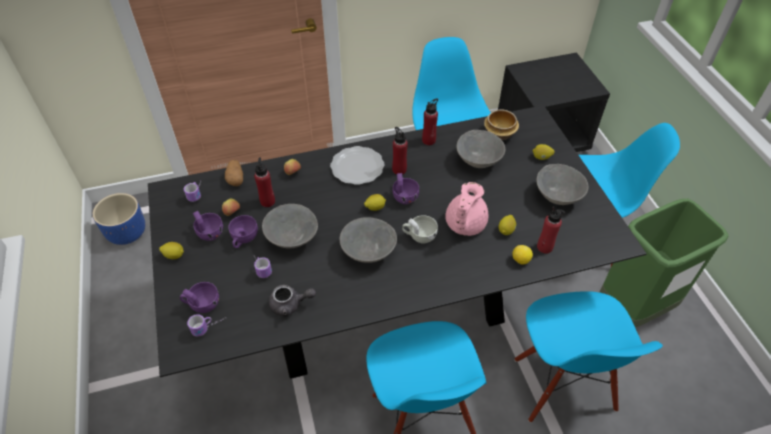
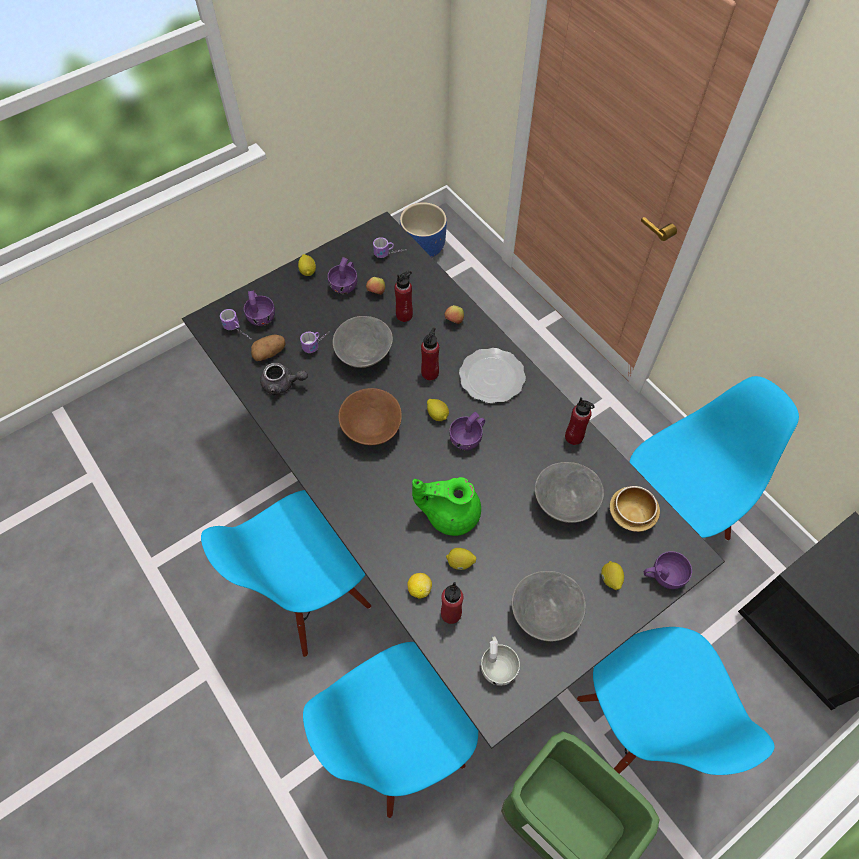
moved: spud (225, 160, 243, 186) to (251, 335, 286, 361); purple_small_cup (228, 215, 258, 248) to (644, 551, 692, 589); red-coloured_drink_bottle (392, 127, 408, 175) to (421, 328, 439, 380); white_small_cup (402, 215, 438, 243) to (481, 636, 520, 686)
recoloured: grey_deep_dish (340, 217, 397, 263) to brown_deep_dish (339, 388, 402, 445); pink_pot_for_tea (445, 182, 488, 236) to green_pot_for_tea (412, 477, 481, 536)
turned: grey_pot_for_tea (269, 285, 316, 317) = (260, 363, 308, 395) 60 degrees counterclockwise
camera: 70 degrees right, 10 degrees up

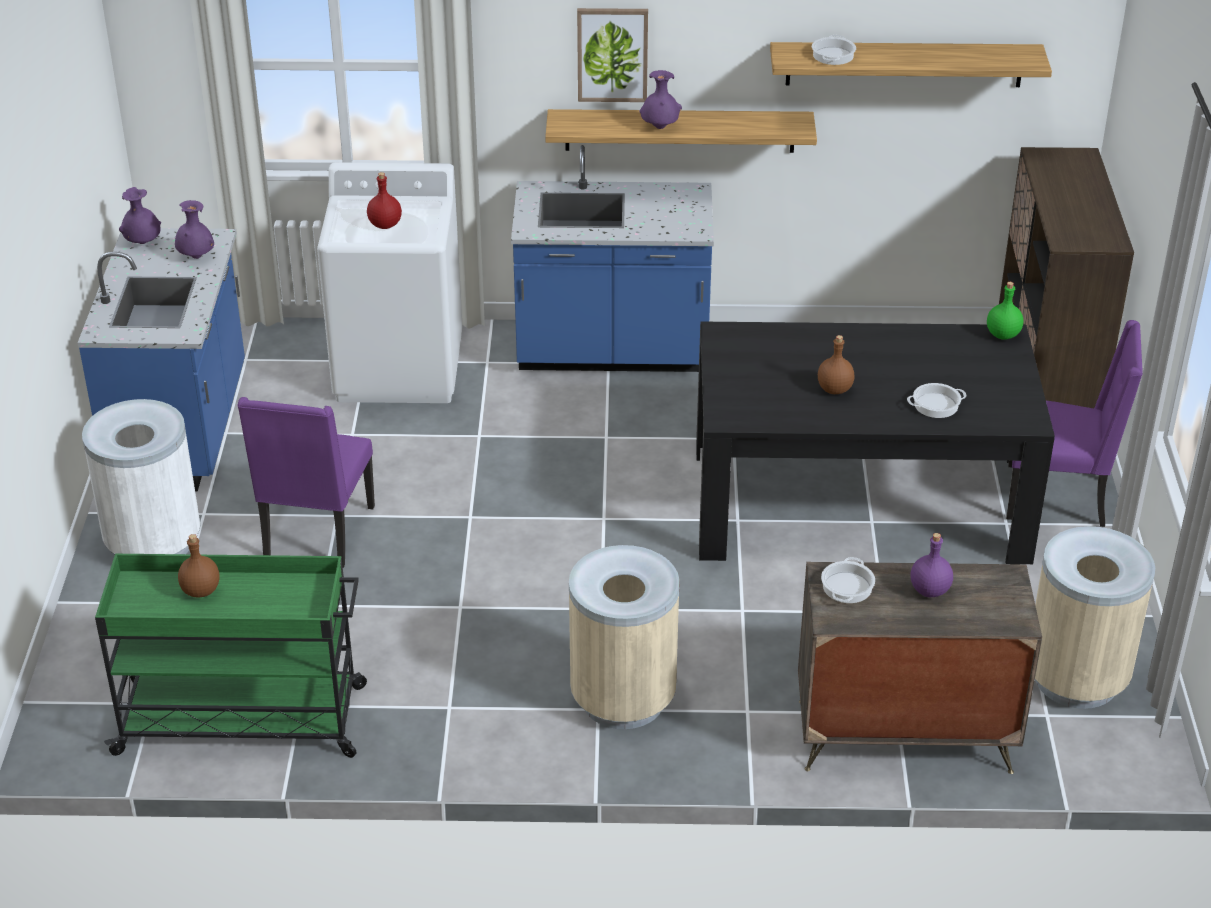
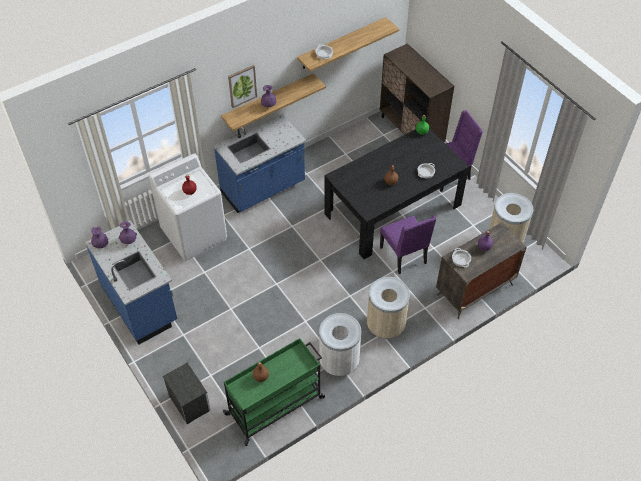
added: nightstand (163, 362, 211, 424)
moved: white_rubbish_bin (82, 399, 201, 554) to (319, 313, 361, 376); purple_upright_chair (237, 397, 375, 568) to (380, 216, 436, 274)
camera: 35 degrees left, 15 degrees up

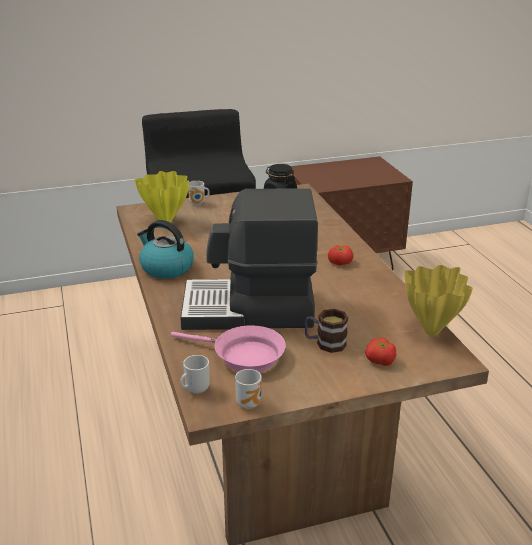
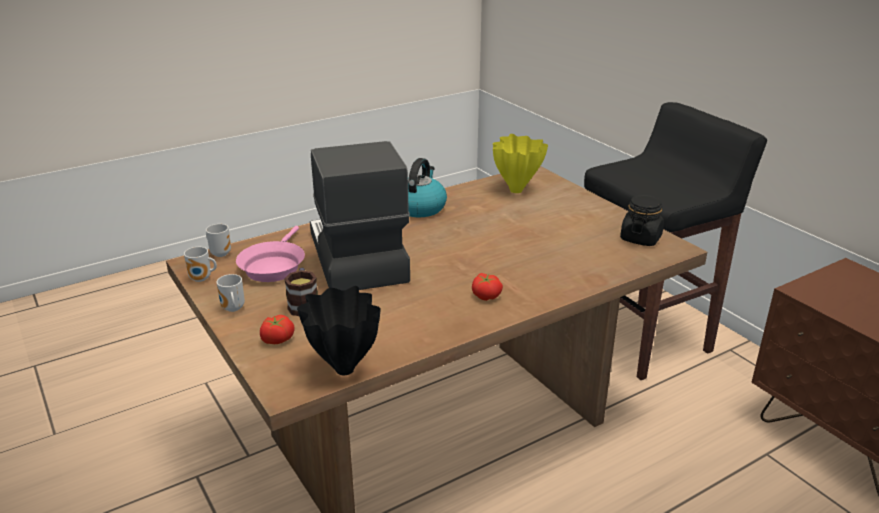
moved: mug (188, 181, 210, 205) to (216, 274, 245, 312)
recoloured: yellow_flower_vase (405, 265, 473, 336) to black-coloured_flower_vase (297, 286, 381, 375)
camera: 75 degrees right, 0 degrees up

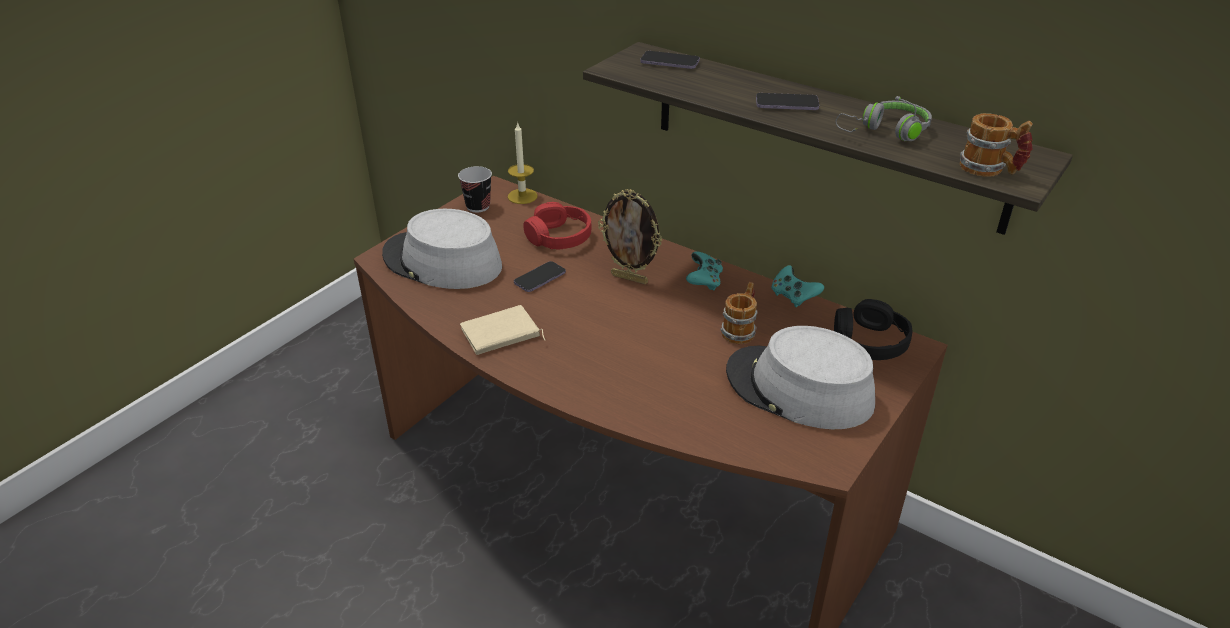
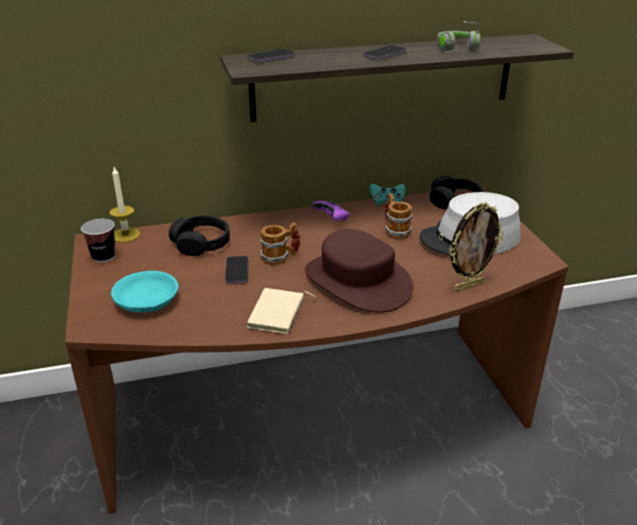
added: brown_clothing_hat (305, 229, 414, 312)
moved: standing_frame (598, 189, 662, 284) to (449, 202, 504, 291); mug (960, 113, 1033, 177) to (260, 222, 300, 265)
replaced: grey_clothing_hat (382, 209, 502, 289) to turquoise_deep_dish (111, 271, 179, 312)
recoloured: red-coloured_pair_of_headphones (523, 202, 592, 250) to black-coloured_pair_of_headphones (169, 215, 230, 256); turquoise_joypad (686, 251, 723, 290) to purple_joypad (312, 200, 350, 221)
camera: 50 degrees left, 5 degrees down

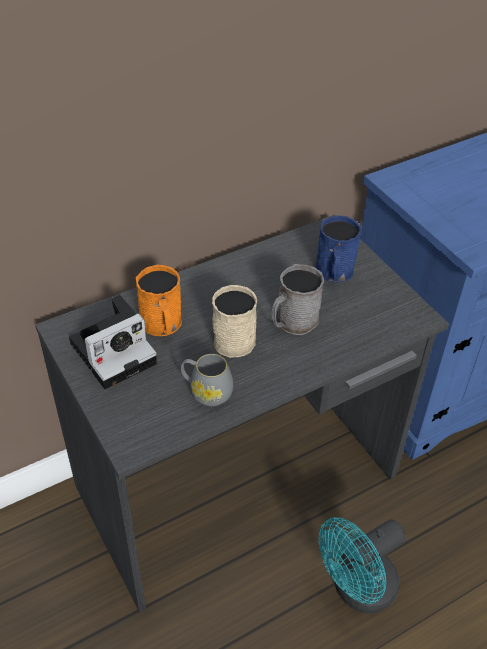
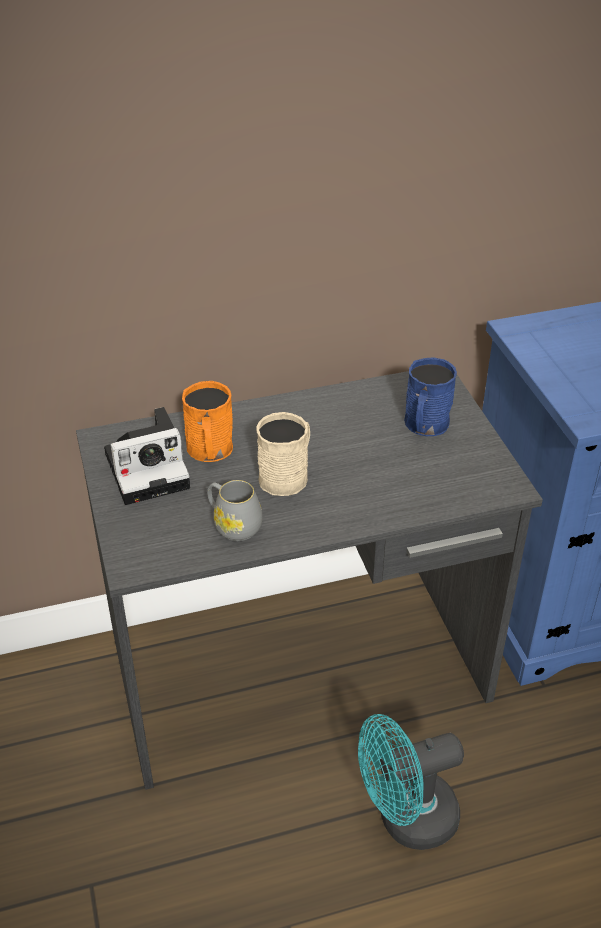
removed: grey_mug (271, 264, 324, 335)
camera: 15 degrees right, 5 degrees down

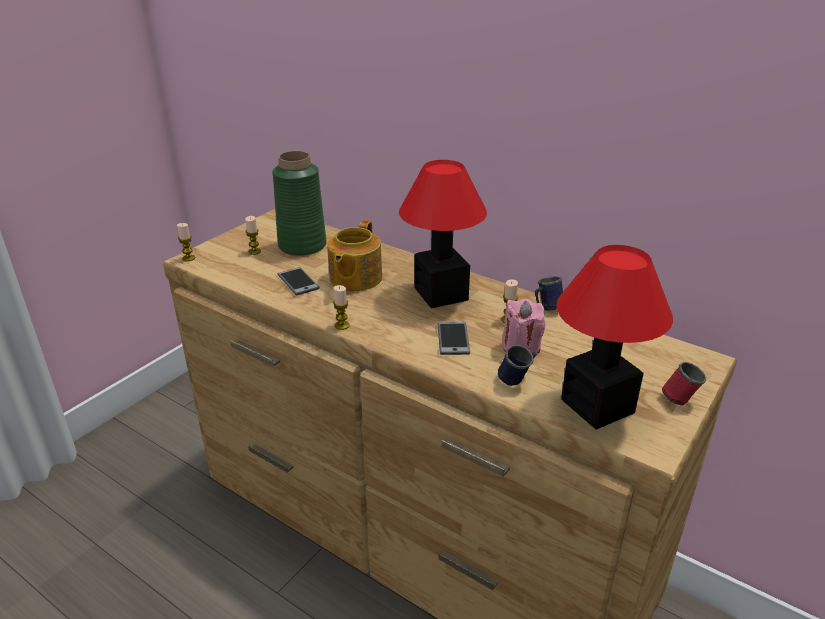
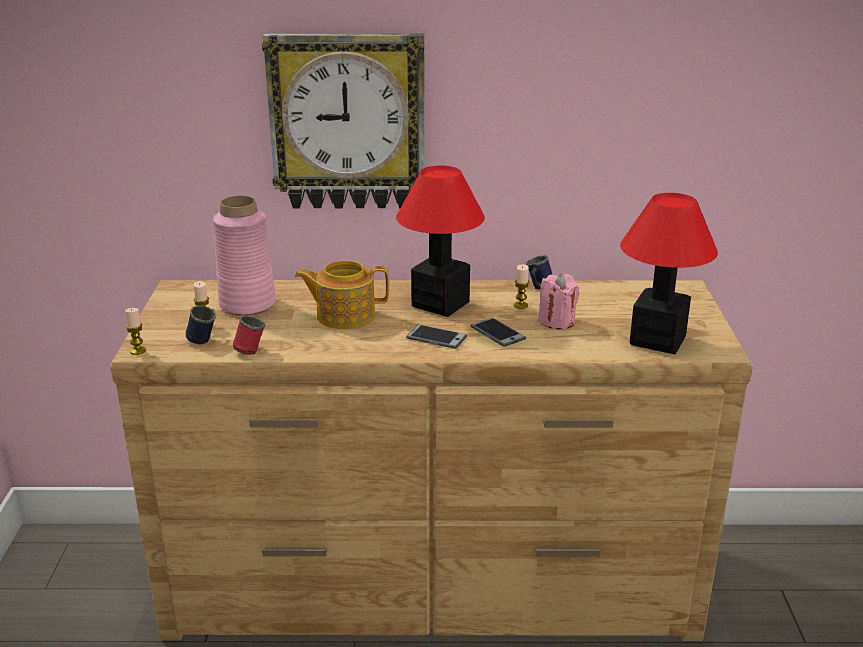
removed: wax_light (333, 285, 350, 330)
added: wall_clock (262, 33, 425, 208)
moved: telephone (278, 267, 320, 295) to (406, 324, 467, 349); bluish_mug (498, 345, 536, 386) to (186, 305, 216, 345); red-coloured_mug (662, 362, 706, 405) to (232, 316, 265, 355)
recoloured: green_flower_vase (272, 151, 327, 256) to pink_flower_vase (213, 196, 276, 316)
turned: pot_for_tea (327, 220, 382, 291) = (295, 260, 389, 329) 105 degrees clockwise
camera: 35 degrees left, 5 degrees down

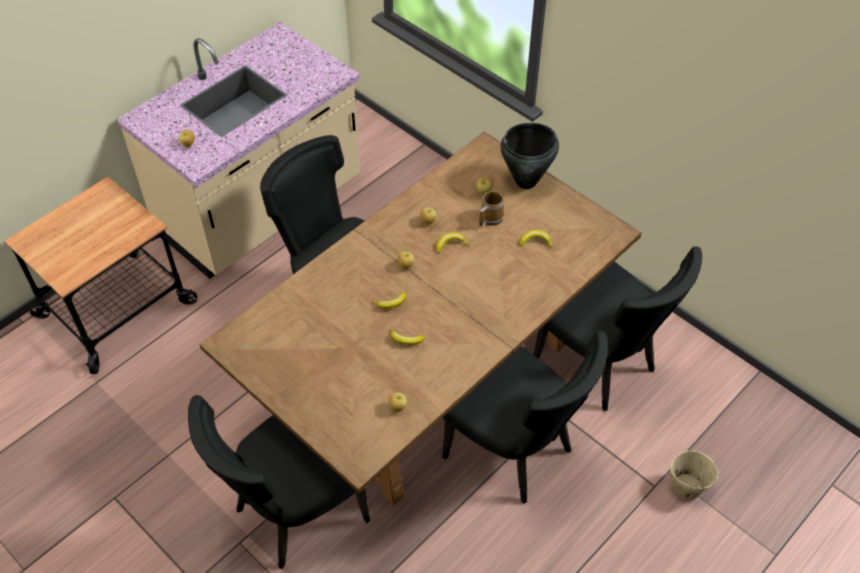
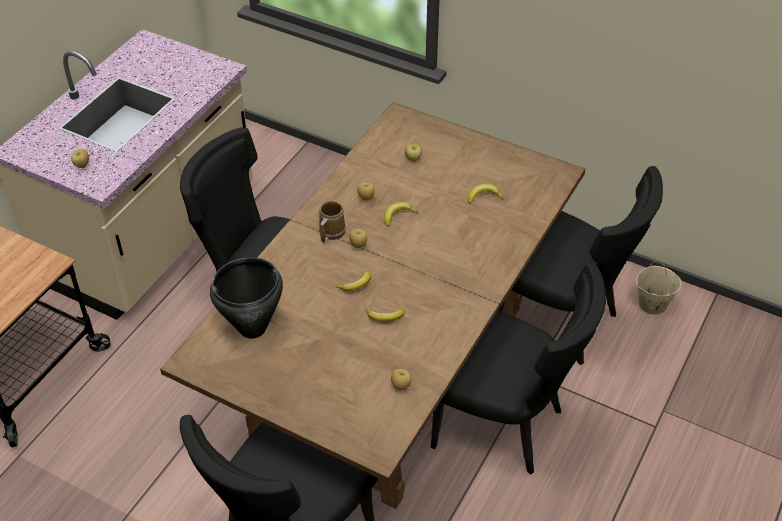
moved: mug (479, 191, 504, 227) to (319, 201, 346, 243); black-coloured_cooking_pot (500, 123, 559, 189) to (210, 258, 283, 339); beige-coloured_pail (670, 449, 718, 500) to (636, 261, 681, 315)
camera: 15 degrees left, 5 degrees down

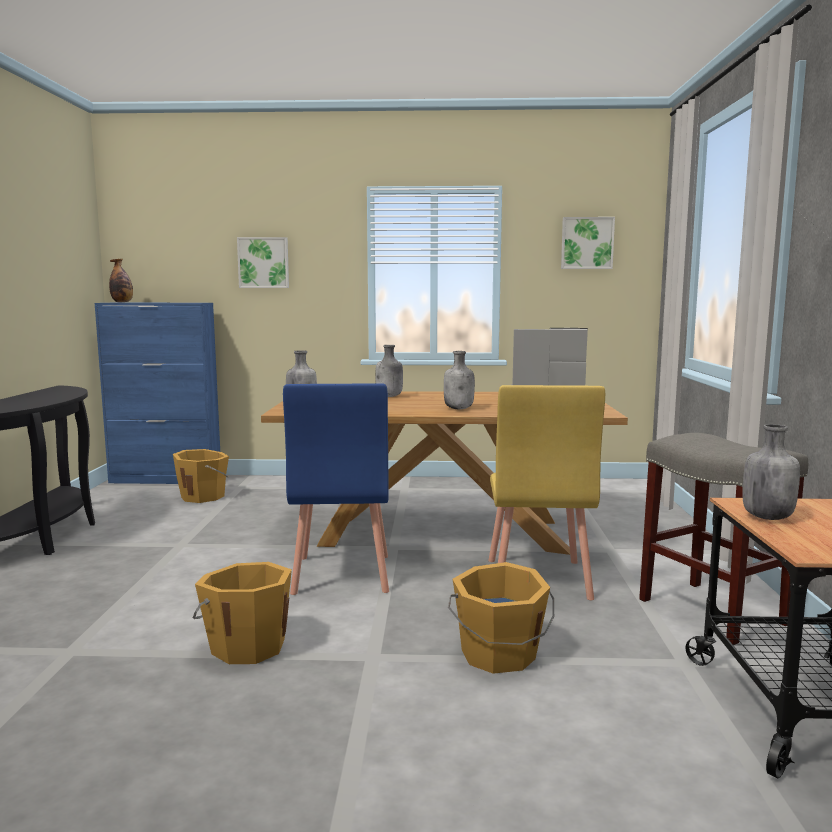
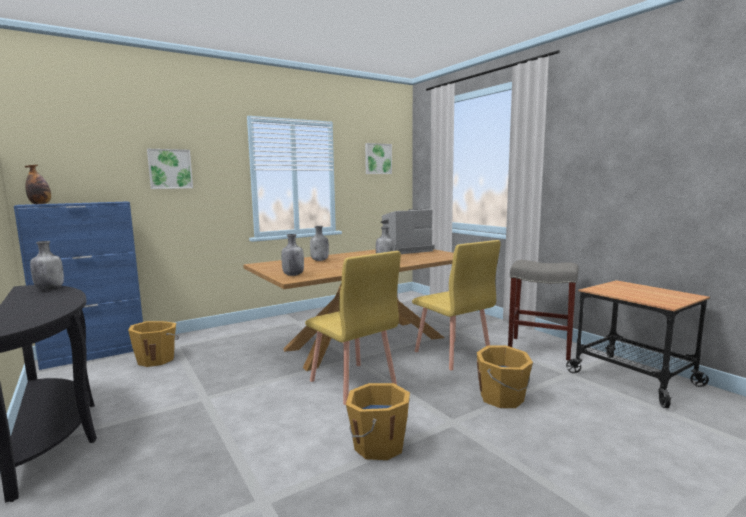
moved: grey_drink_bottle (743, 424, 800, 520) to (30, 241, 64, 290)
recoloured: bluish_upright_chair (283, 383, 389, 595) to yellow_upright_chair (305, 251, 401, 405)
camera: 35 degrees left, 0 degrees up

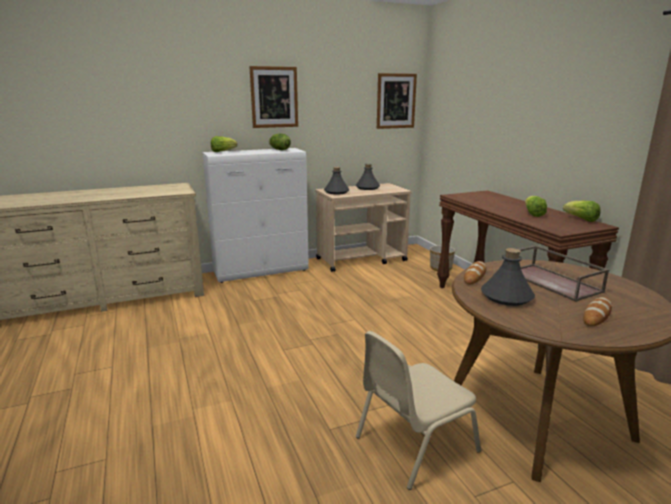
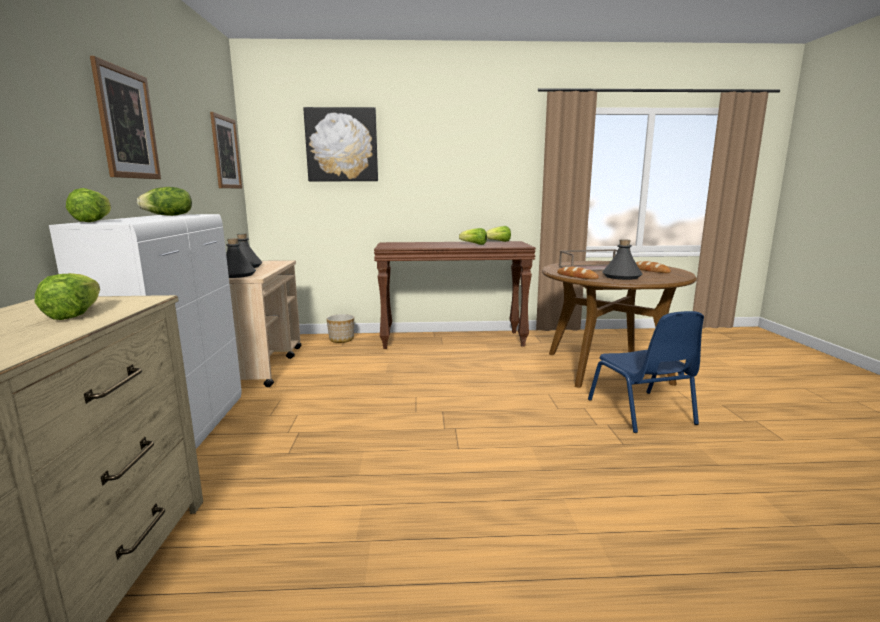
added: lettuce (35, 273, 100, 320); picture (303, 107, 378, 181)
recoloured: beige-coloured_upright_chair (356, 331, 481, 490) to bluish_upright_chair (588, 311, 704, 433)
camera: 70 degrees left, 5 degrees down

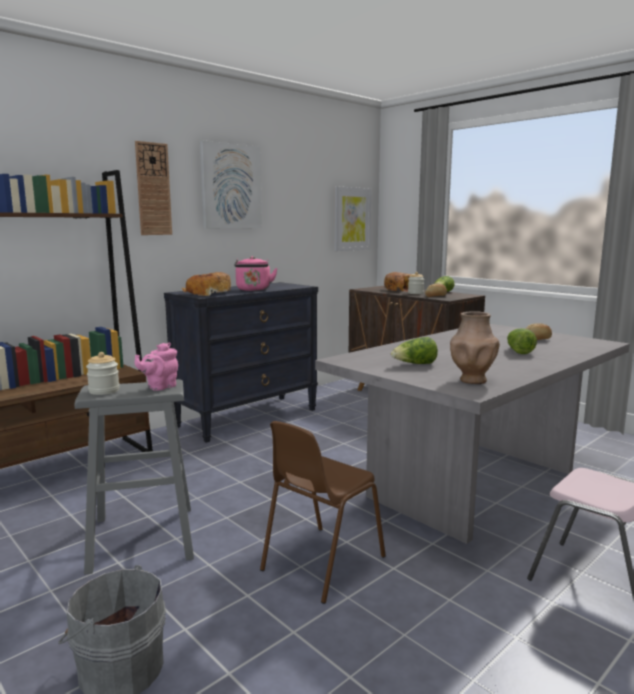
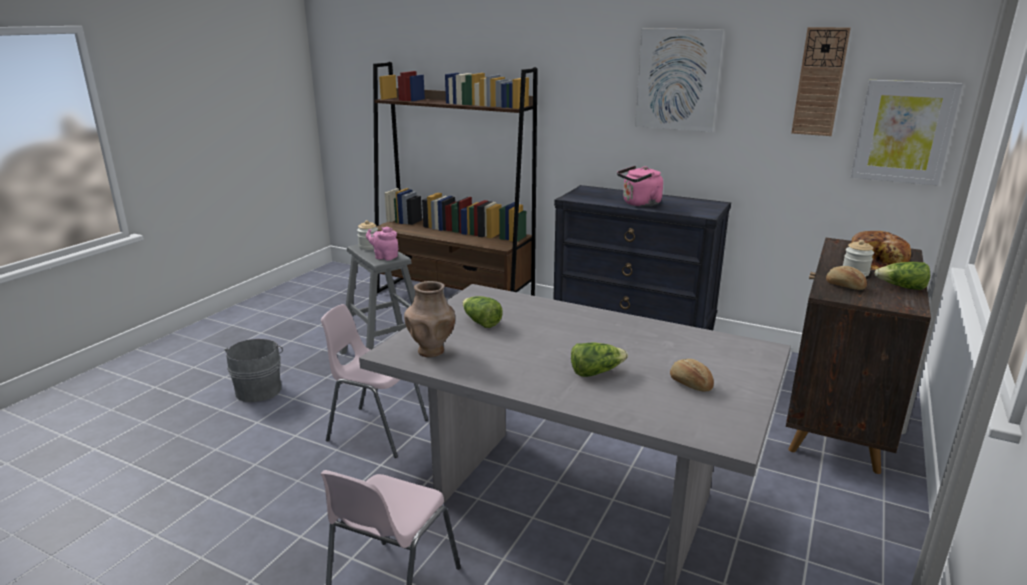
removed: bread (182, 272, 231, 296)
moved: wall_clock (135, 141, 172, 235) to (791, 27, 851, 136)
recoloured: brown_upright_chair (260, 421, 386, 604) to pink_upright_chair (321, 304, 428, 458)
camera: 70 degrees right, 10 degrees up

